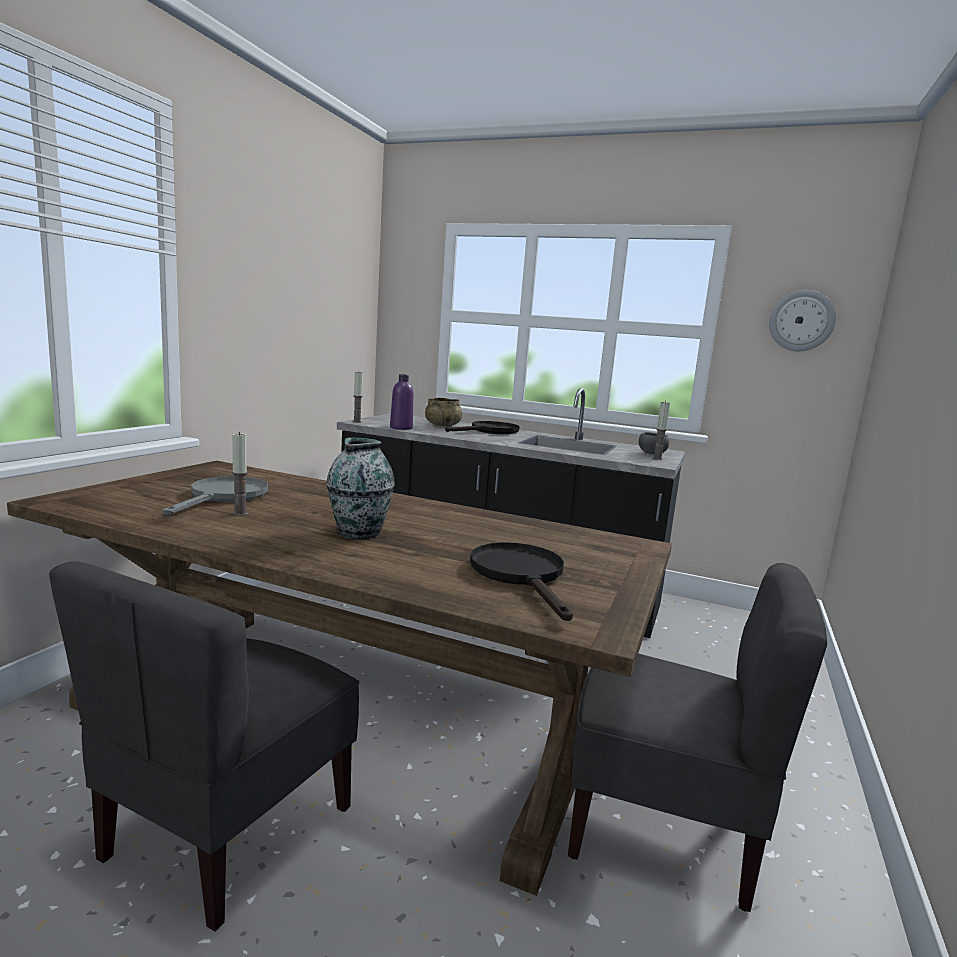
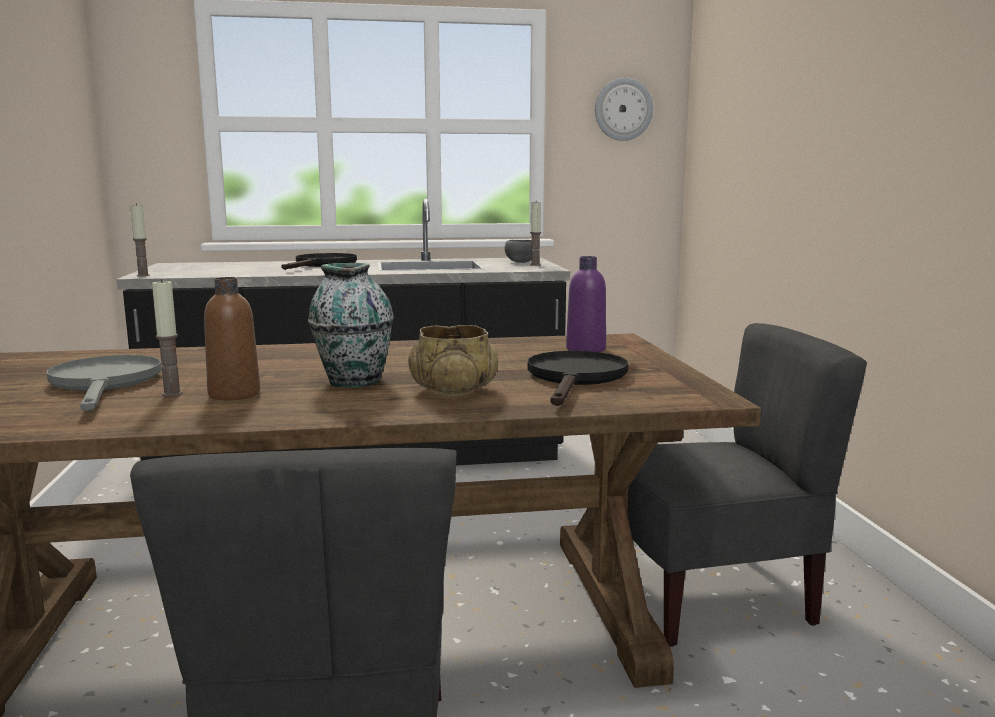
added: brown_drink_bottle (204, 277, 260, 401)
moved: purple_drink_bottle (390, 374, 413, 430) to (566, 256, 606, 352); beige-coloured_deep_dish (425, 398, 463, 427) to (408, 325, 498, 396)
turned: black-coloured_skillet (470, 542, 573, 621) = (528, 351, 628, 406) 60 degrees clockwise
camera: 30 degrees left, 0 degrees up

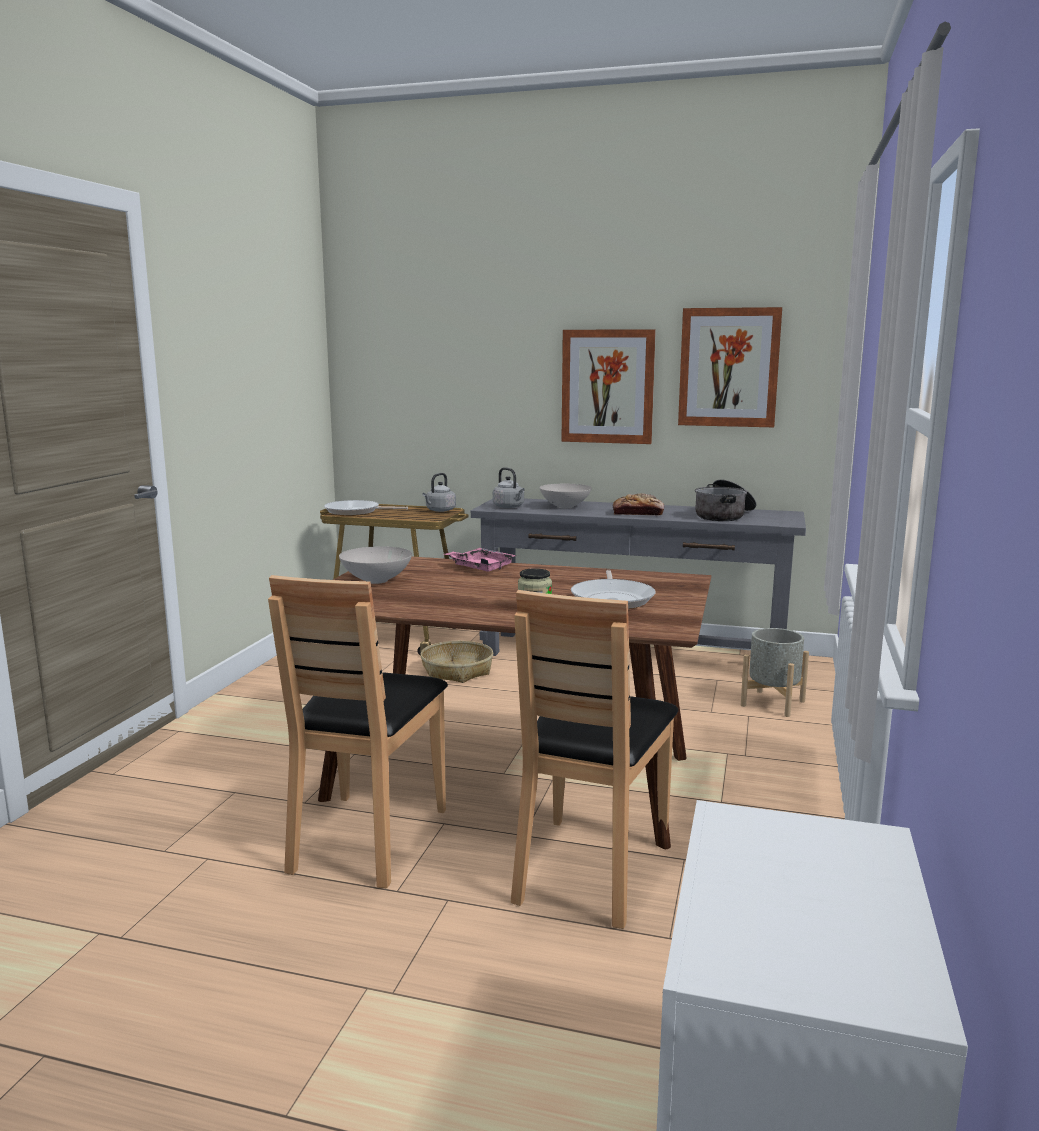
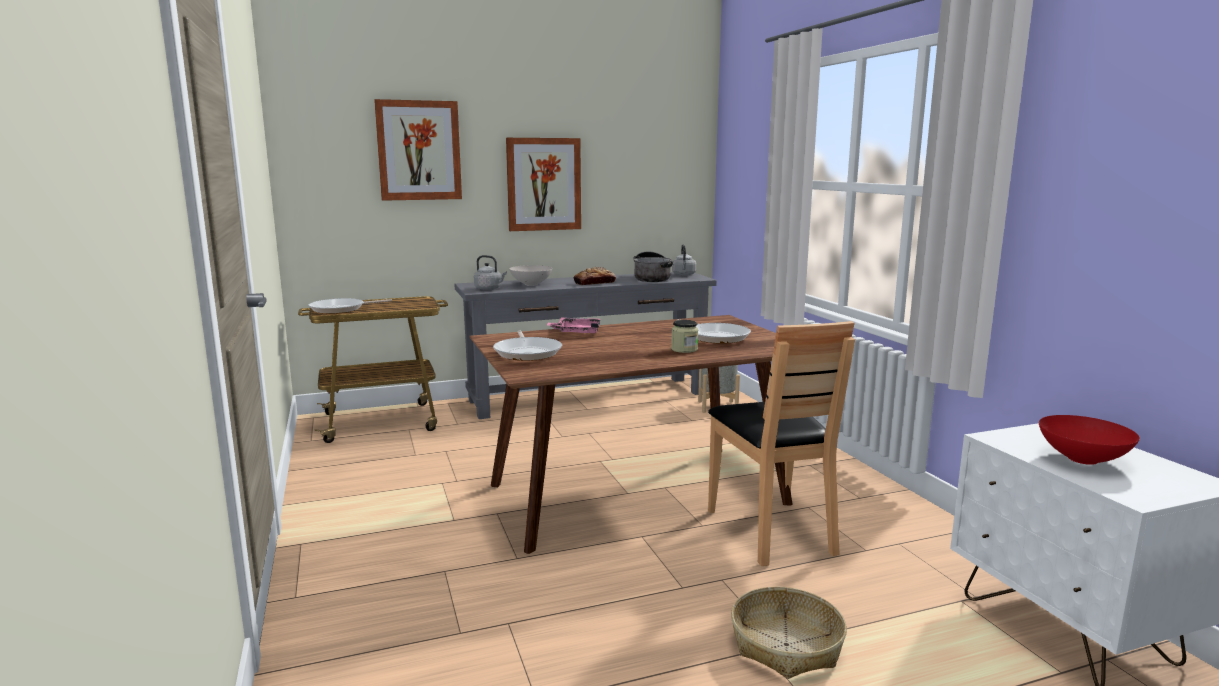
removed: brown_upright_chair (268, 575, 448, 888)
added: red-coloured_deep_dish (1039, 415, 1140, 465)
moved: household_basket (420, 641, 493, 683) to (731, 587, 847, 679); grey_tea_kettle (422, 473, 456, 512) to (672, 244, 696, 276); picture (678, 307, 782, 427) to (374, 99, 462, 201)
replaced: white_deep_dish (339, 546, 412, 584) to skillet (493, 331, 562, 361)
camera: 35 degrees left, 0 degrees up

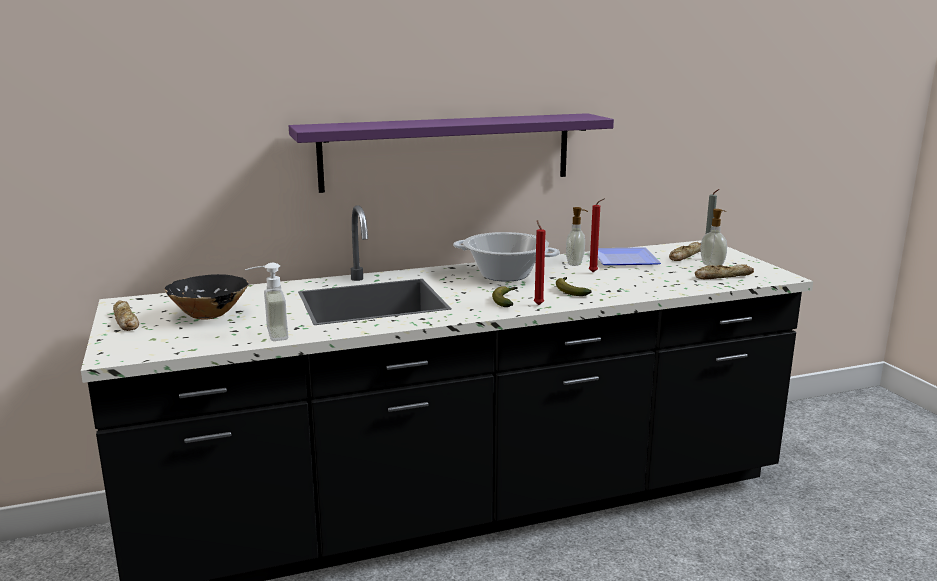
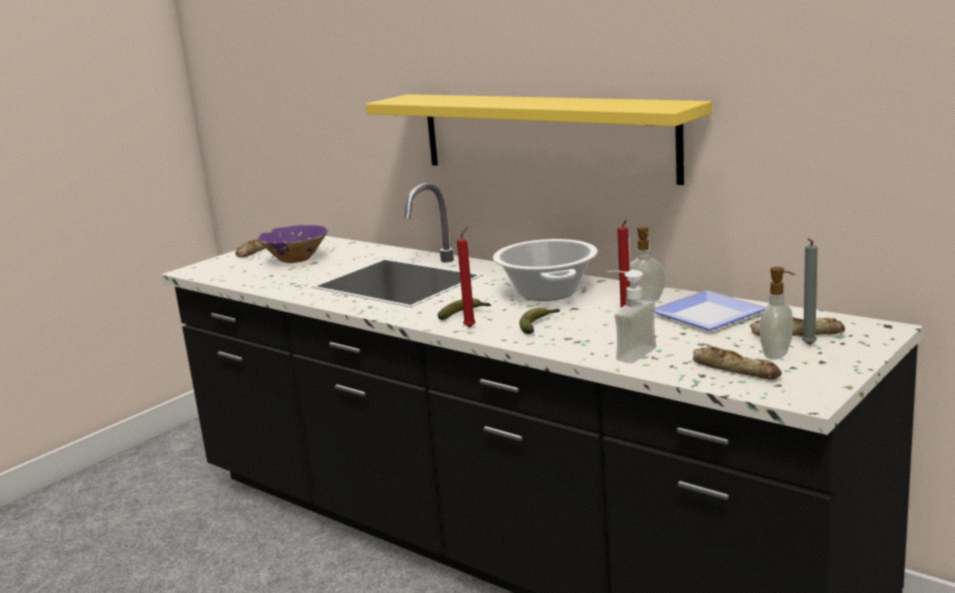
moved: soap_dispenser (245, 263, 288, 341) to (607, 270, 656, 363)
recoloured: black-coloured_deep_dish (164, 274, 249, 320) to purple_deep_dish (257, 225, 328, 263); purple_shelf (289, 113, 614, 193) to yellow_shelf (365, 94, 712, 185)
camera: 60 degrees right, 0 degrees up

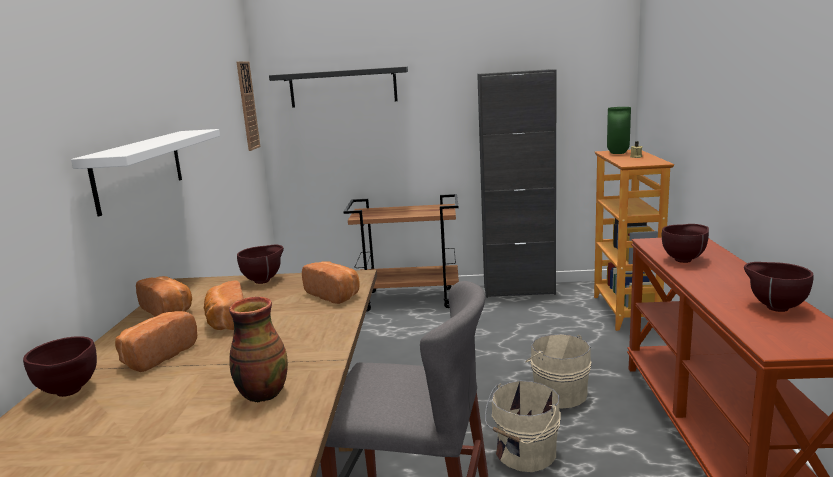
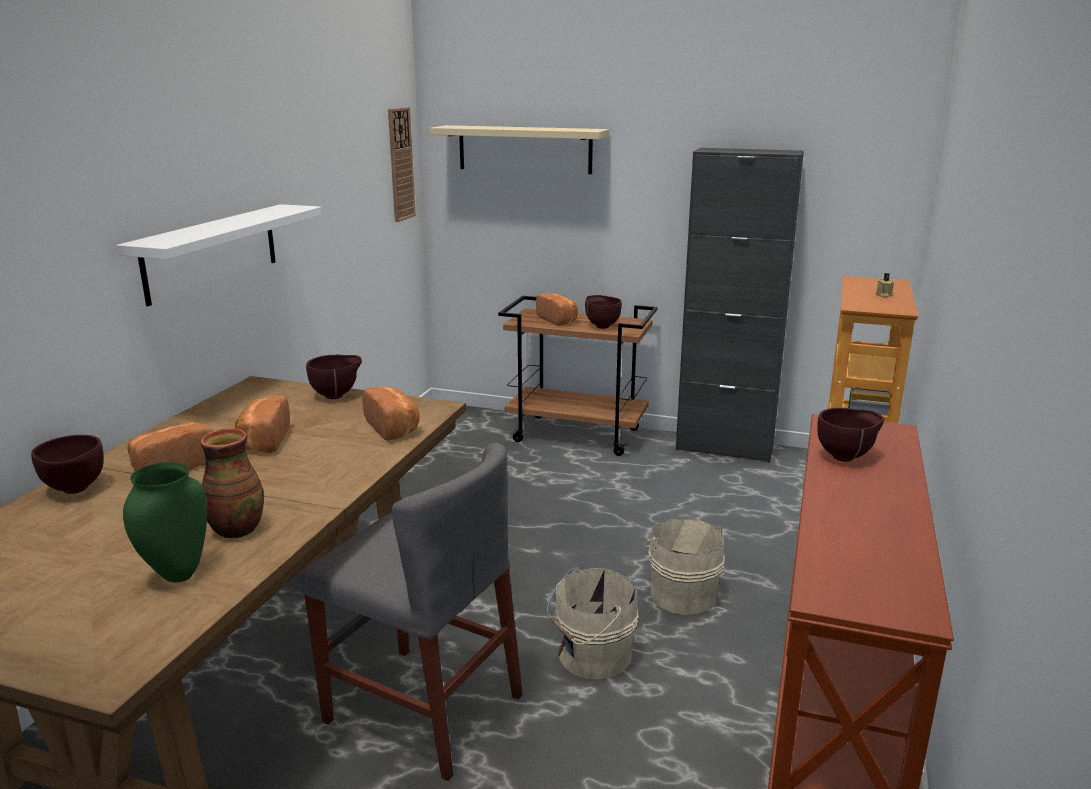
moved: bread (136, 276, 192, 317) to (536, 293, 578, 326); green_flower_vase (607, 107, 631, 154) to (123, 462, 208, 583); brown_deep_dish (744, 262, 813, 312) to (585, 295, 622, 329)
recoloured: black-coloured_shelf (269, 67, 408, 108) to beige-coloured_shelf (429, 125, 609, 174)
camera: 15 degrees right, 5 degrees up

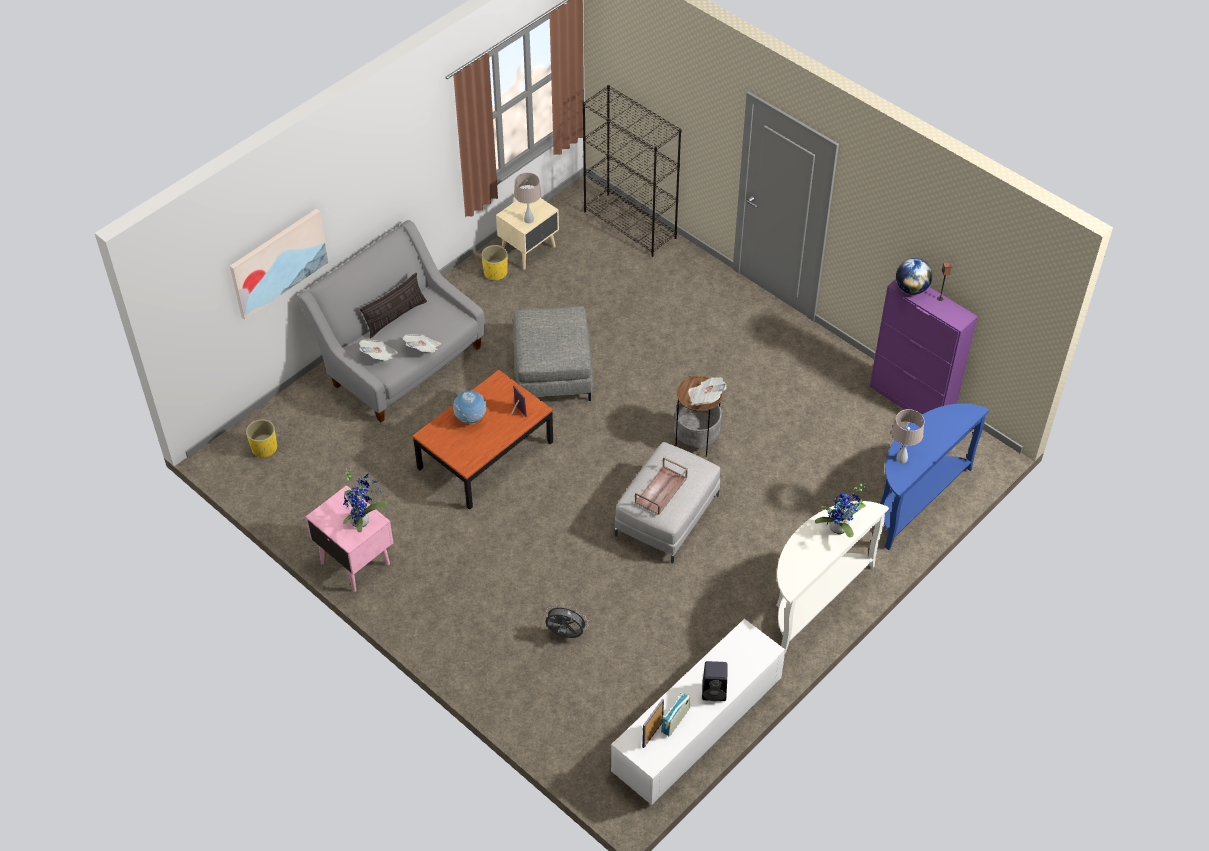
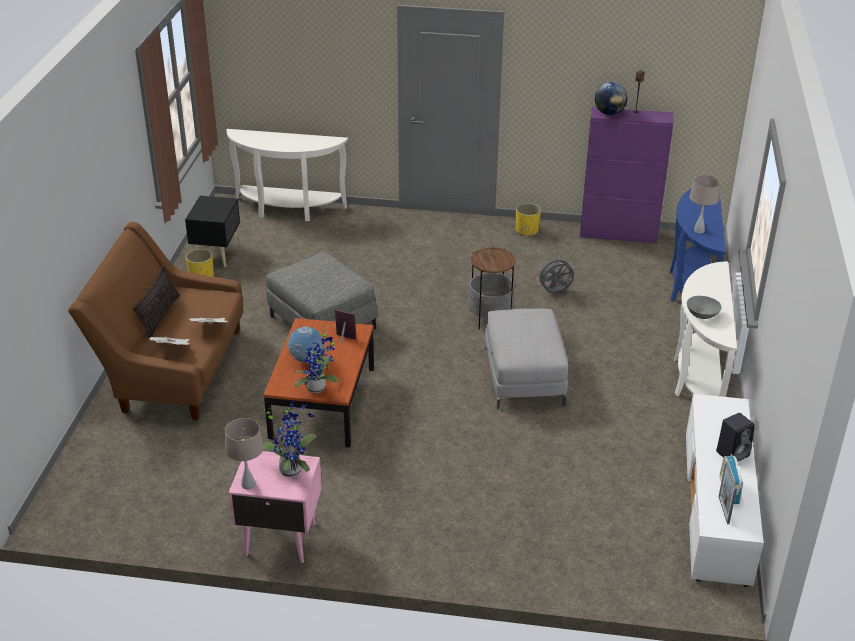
removed: picture (230, 209, 329, 320); brown_tray (635, 457, 688, 515); newspaper (688, 377, 726, 405)
added: grey_deep_dish (687, 296, 721, 319)
moved: yellow_planter (246, 419, 277, 458) to (516, 203, 541, 236); beige-coloured_table_lamp (514, 173, 541, 223) to (225, 418, 264, 490); grey_fan (545, 604, 588, 638) to (537, 257, 574, 293); houseplant (815, 483, 866, 537) to (293, 326, 339, 393)
replaced: black-coloured_bookcase (583, 85, 682, 257) to white_narrow_table (226, 129, 348, 221)
recoloured: grey_sofa (297, 220, 485, 422) to brown_sofa (68, 222, 243, 420); beige-coloured_nightstand (496, 198, 559, 270) to black-coloured_nightstand (185, 196, 240, 267)
camera: 35 degrees left, 15 degrees down

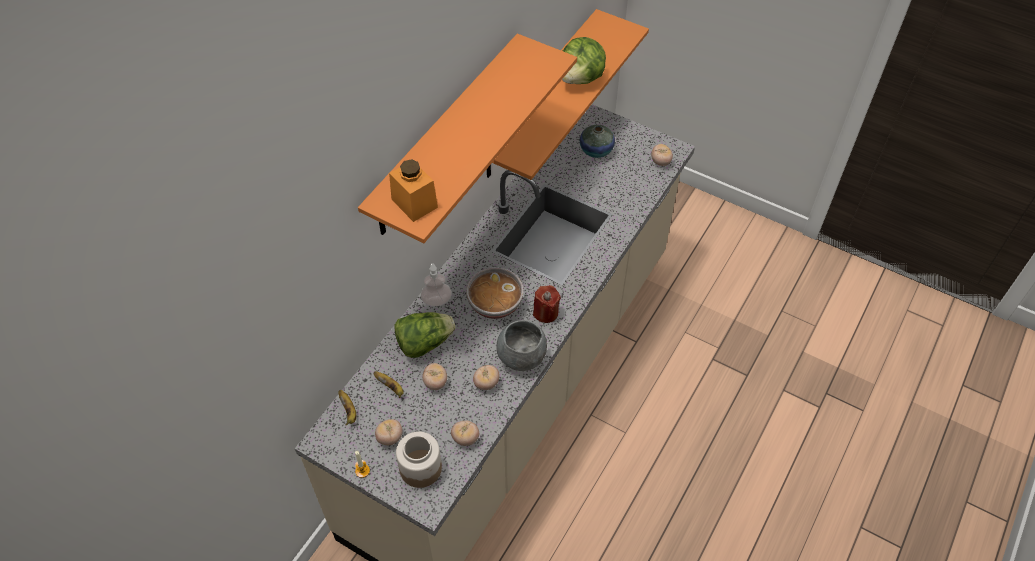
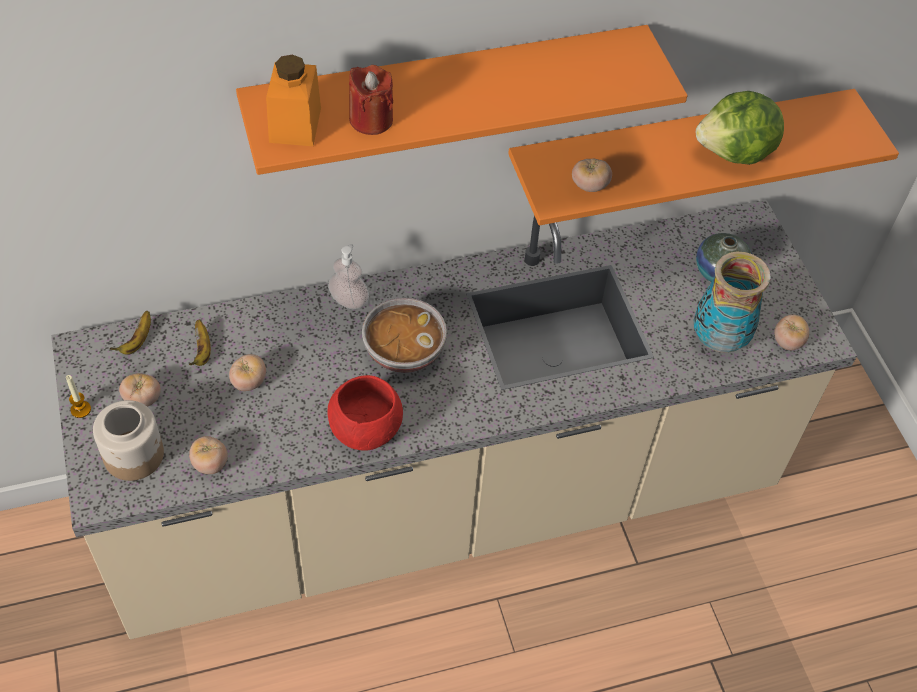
removed: lettuce (394, 312, 456, 358)
added: flower_vase (694, 252, 771, 353)
moved: whole_tomato (473, 365, 500, 390) to (572, 158, 612, 192); red-coloured_wax_light (533, 285, 561, 323) to (349, 65, 393, 135)
recoloured: grey_deep_dish (496, 320, 547, 371) to red-coloured_deep_dish (327, 375, 403, 451)
camera: 40 degrees right, 0 degrees up

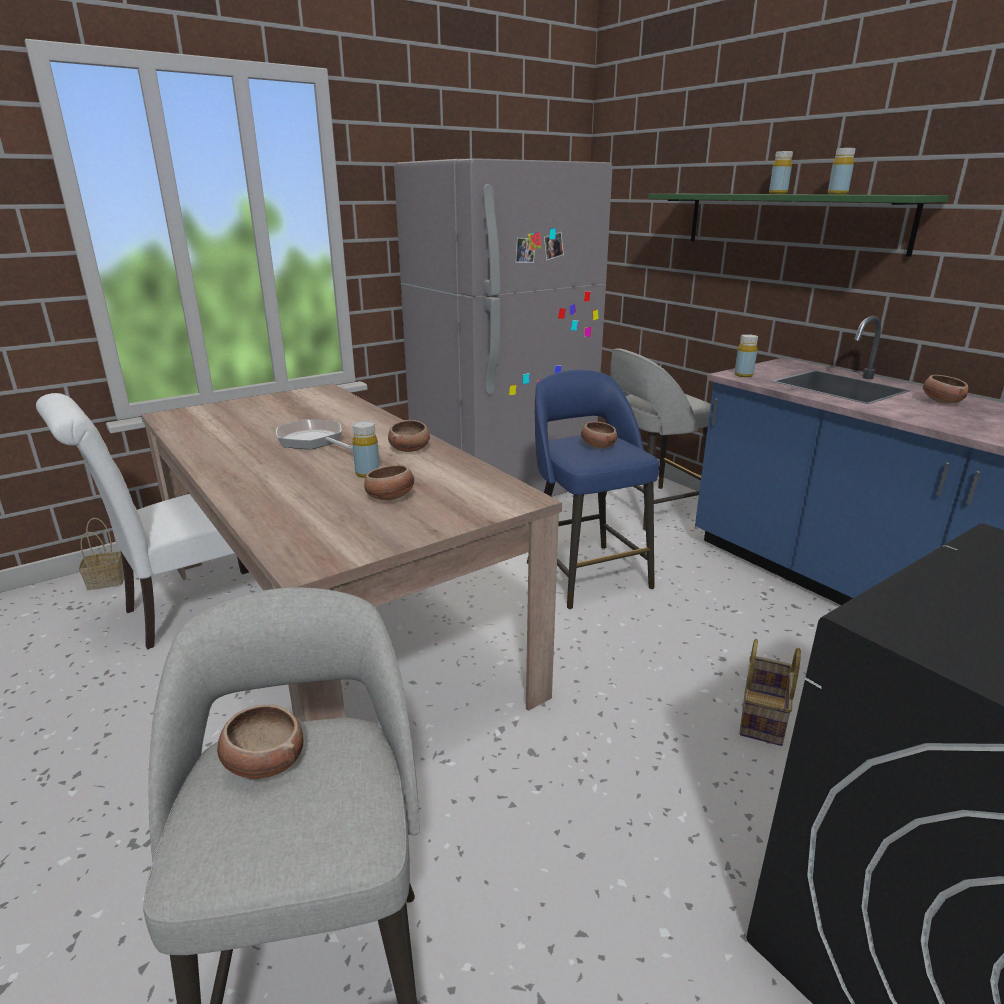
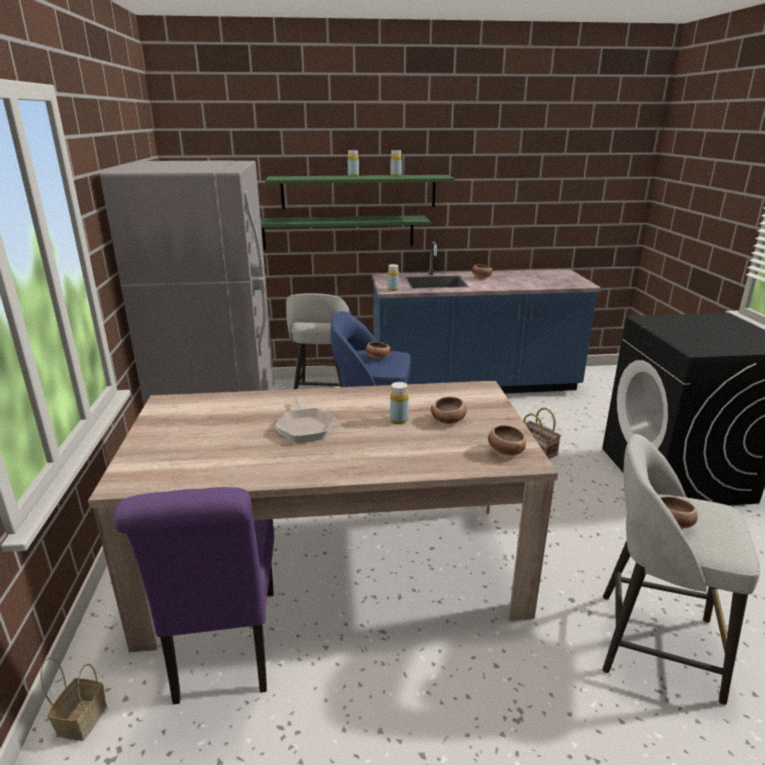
added: green_shelf (261, 216, 431, 249)
moved: deep_dish (388, 420, 430, 452) to (488, 425, 526, 456)
recoloured: white_upright_chair (36, 393, 249, 650) to purple_upright_chair (114, 487, 274, 705)
turned: skillet (276, 419, 353, 450) = (275, 395, 336, 442) 90 degrees counterclockwise
camera: 60 degrees left, 0 degrees up

